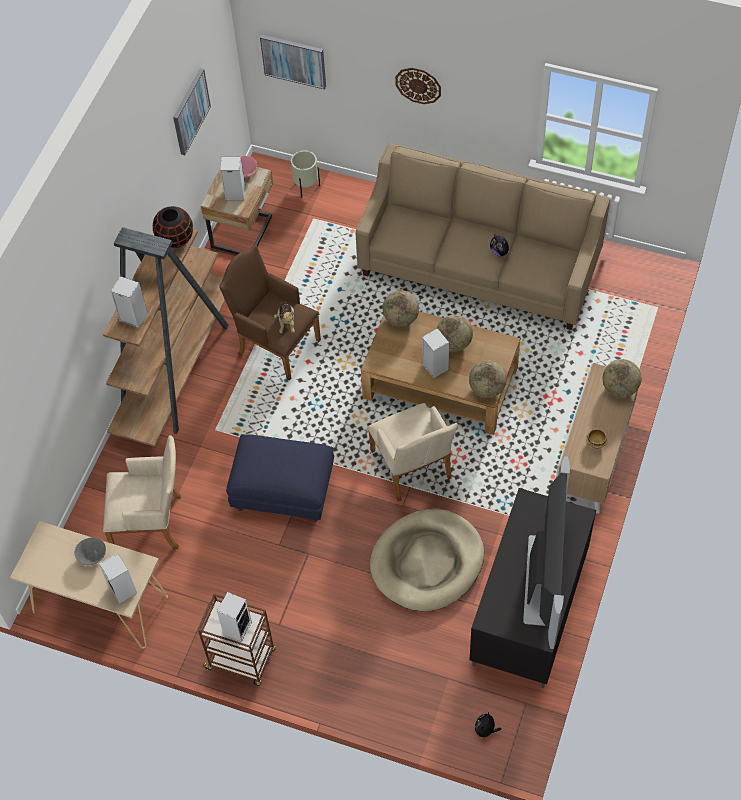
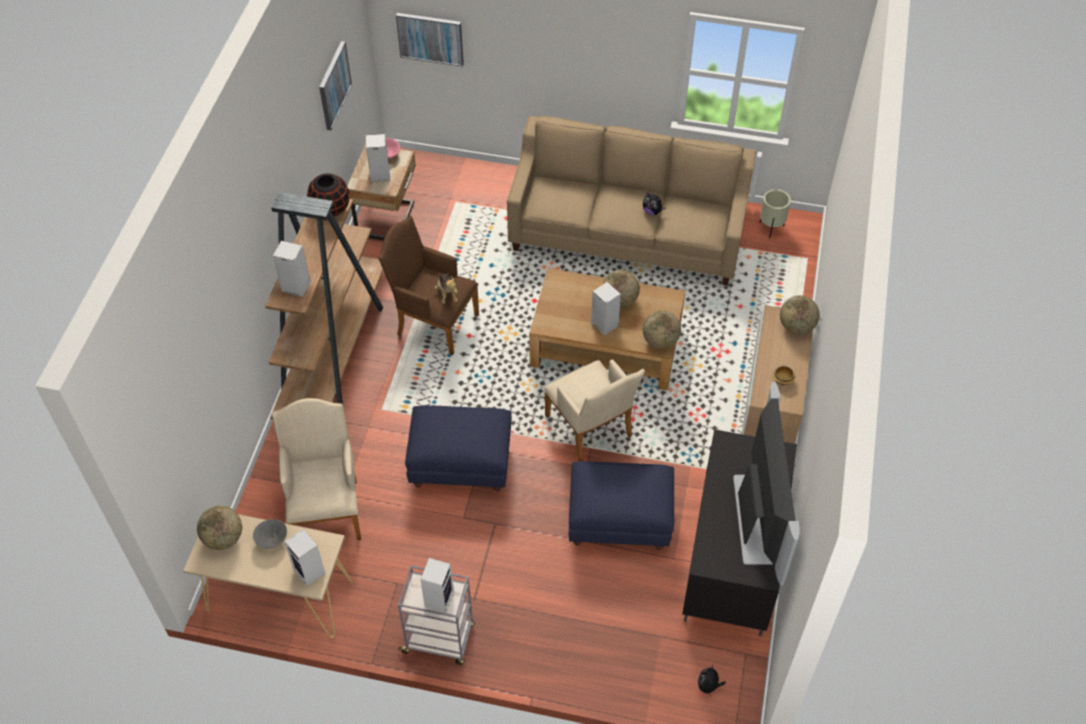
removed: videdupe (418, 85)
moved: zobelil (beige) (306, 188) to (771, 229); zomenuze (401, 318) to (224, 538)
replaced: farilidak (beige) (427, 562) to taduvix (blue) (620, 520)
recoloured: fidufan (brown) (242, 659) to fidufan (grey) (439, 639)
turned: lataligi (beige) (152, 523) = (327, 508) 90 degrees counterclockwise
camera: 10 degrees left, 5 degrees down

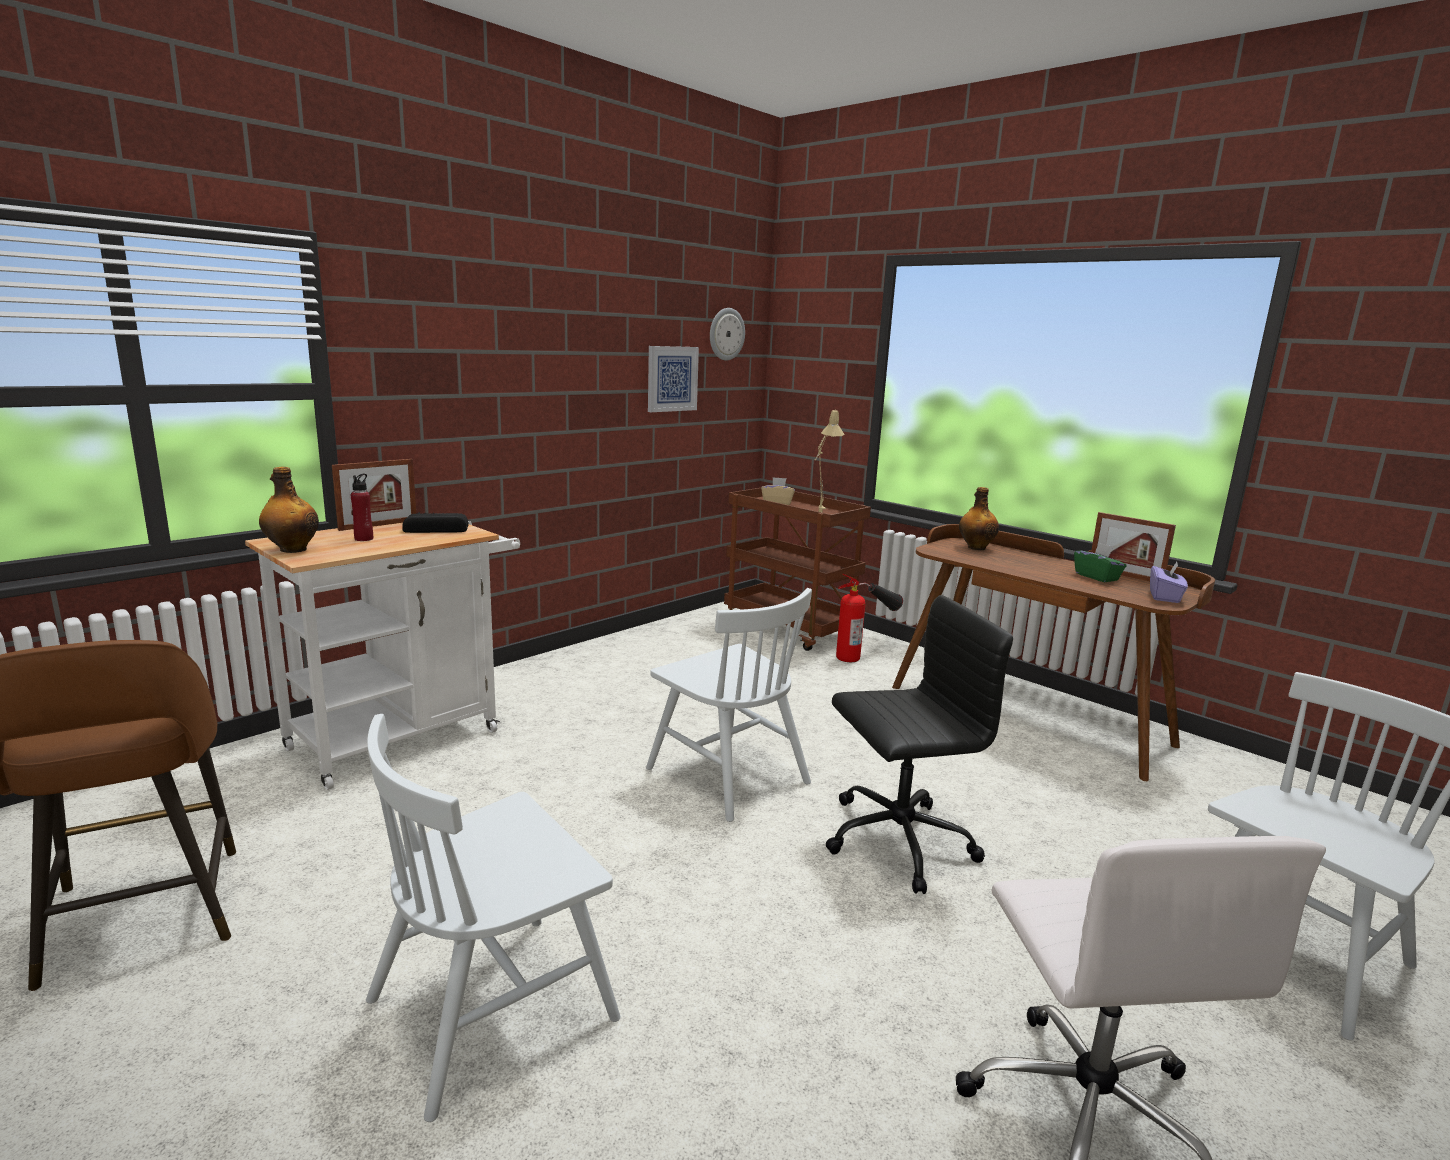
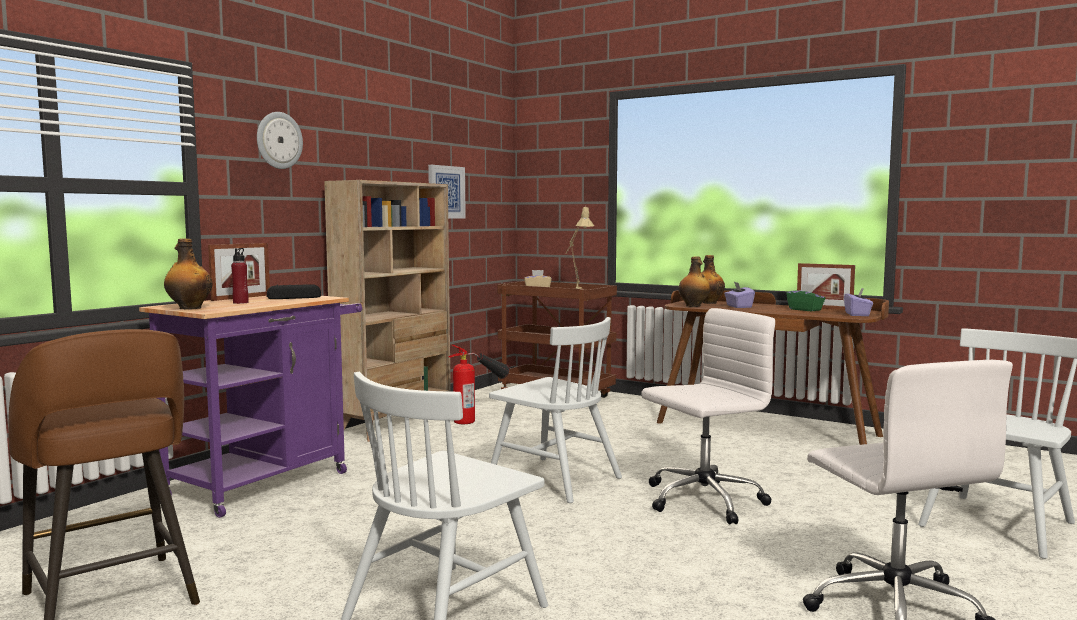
added: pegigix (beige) (395, 424); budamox (693, 306); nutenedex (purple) (738, 306)
moved: videdupe (726, 334) to (278, 140); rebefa (864, 653) to (479, 418)
recoloured: fidufan (white) (406, 735) to fidufan (purple) (267, 481); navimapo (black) (895, 841) to navimapo (white) (702, 501)
camera: 10 degrees left, 10 degrees down

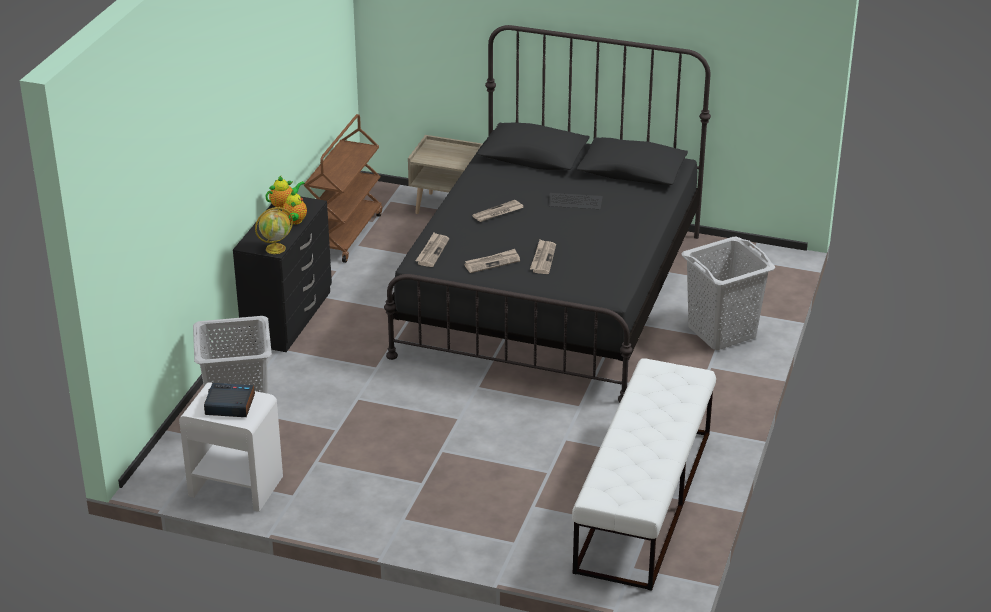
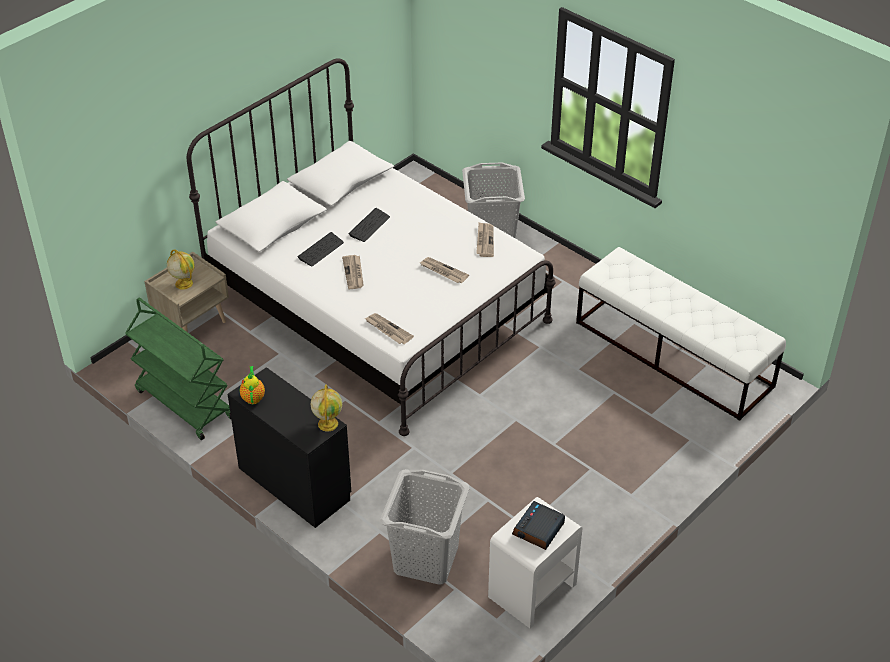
removed: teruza (295, 221)
added: zomenuze (183, 283); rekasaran (321, 250)
moved: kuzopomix (492, 262) to (484, 241)
recoloured: fidufan (brown) (344, 234) to fidufan (green) (183, 404); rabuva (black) (552, 294) to rabuva (white) (377, 308)
camera: 65 degrees left, 10 degrees up

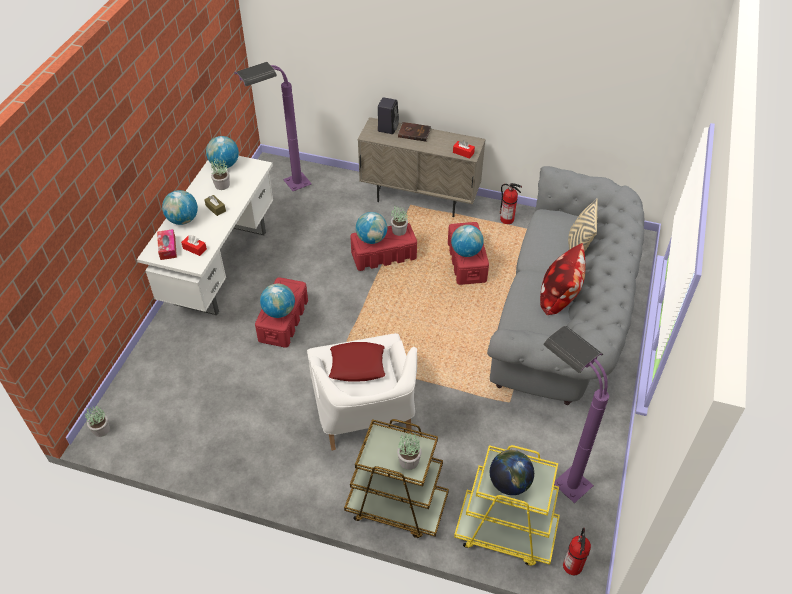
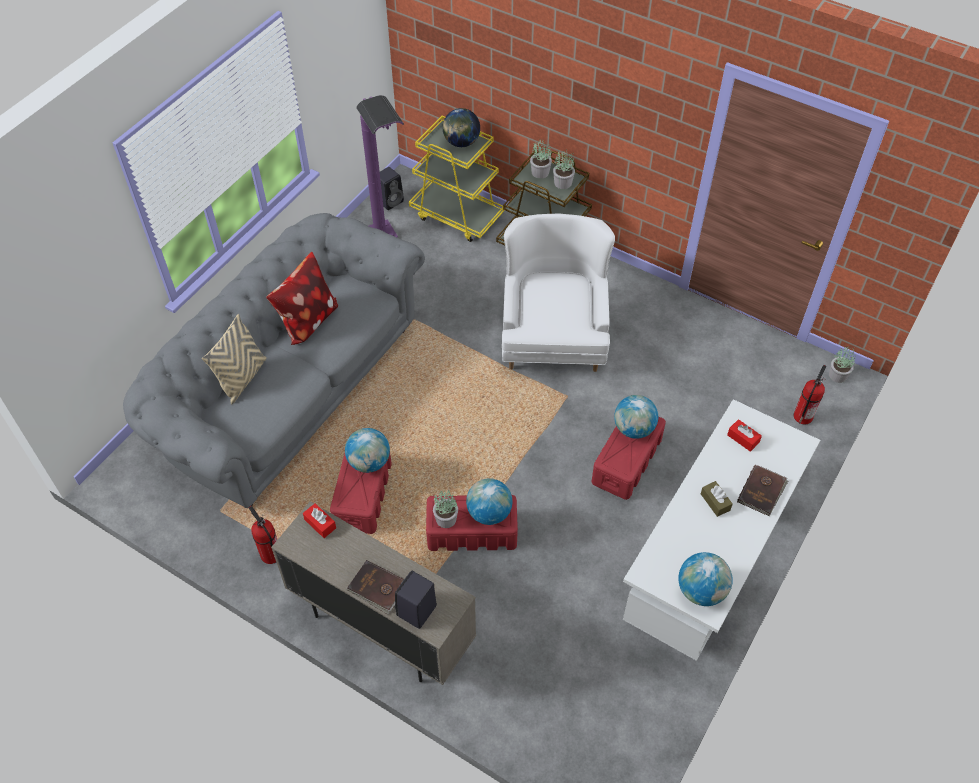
removed: nutenedex (167, 248); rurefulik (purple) (284, 189); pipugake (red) (357, 365)
added: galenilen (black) (390, 200)
moved: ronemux (222, 185) to (563, 182); rebefa (573, 566) to (803, 416)
replaced: zomenuze (183, 220) to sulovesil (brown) (762, 491)
camera: 165 degrees left, 5 degrees up

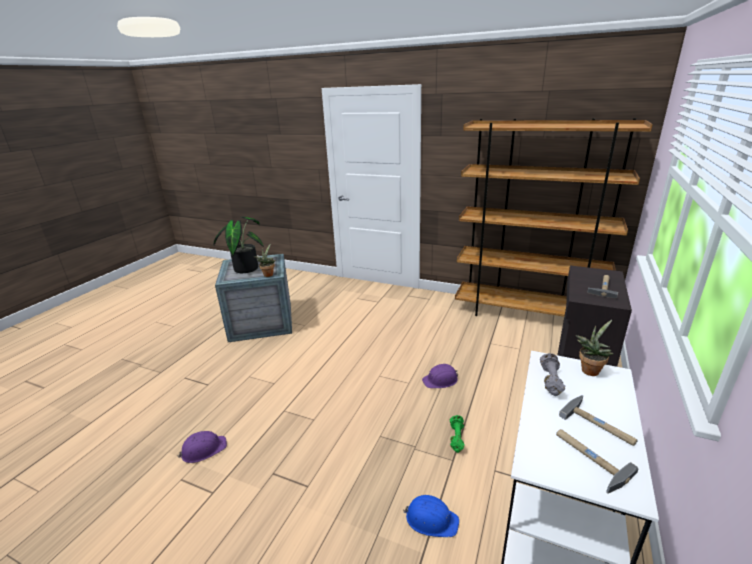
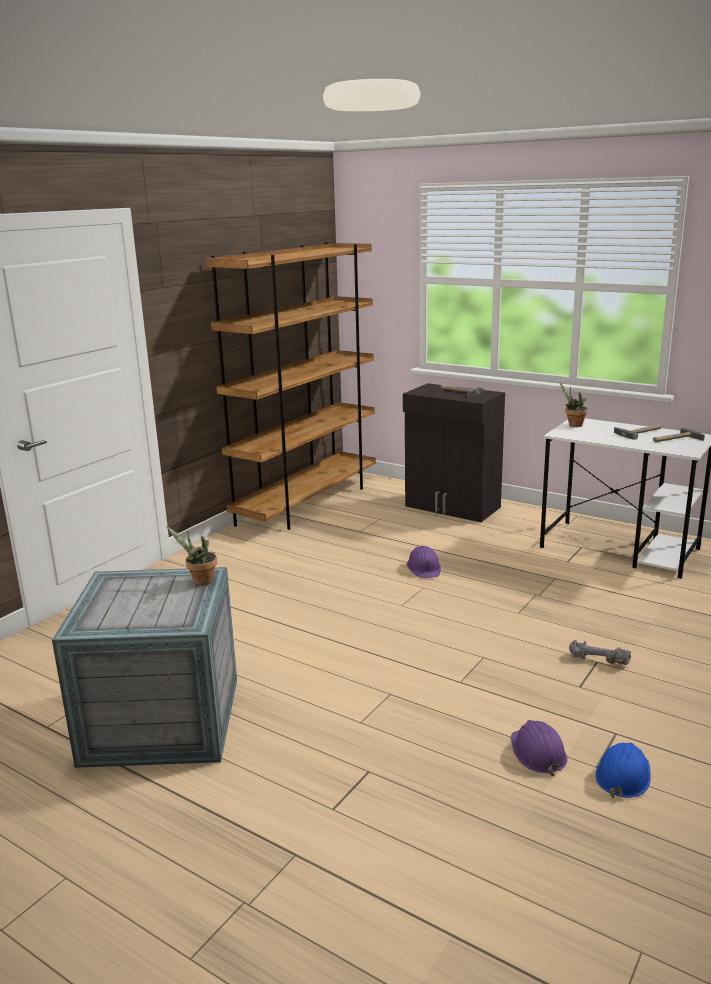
removed: ronemux (244, 268); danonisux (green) (456, 437)
moved: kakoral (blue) (431, 519) to (623, 775); danonisux (grey) (550, 380) to (598, 661)
camera: 80 degrees left, 5 degrees down

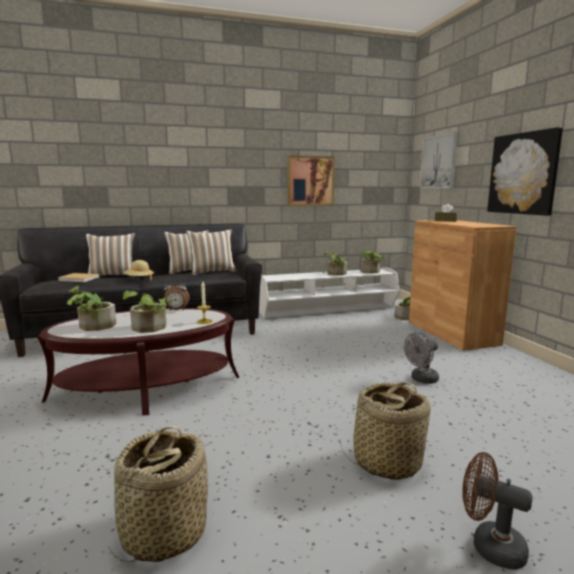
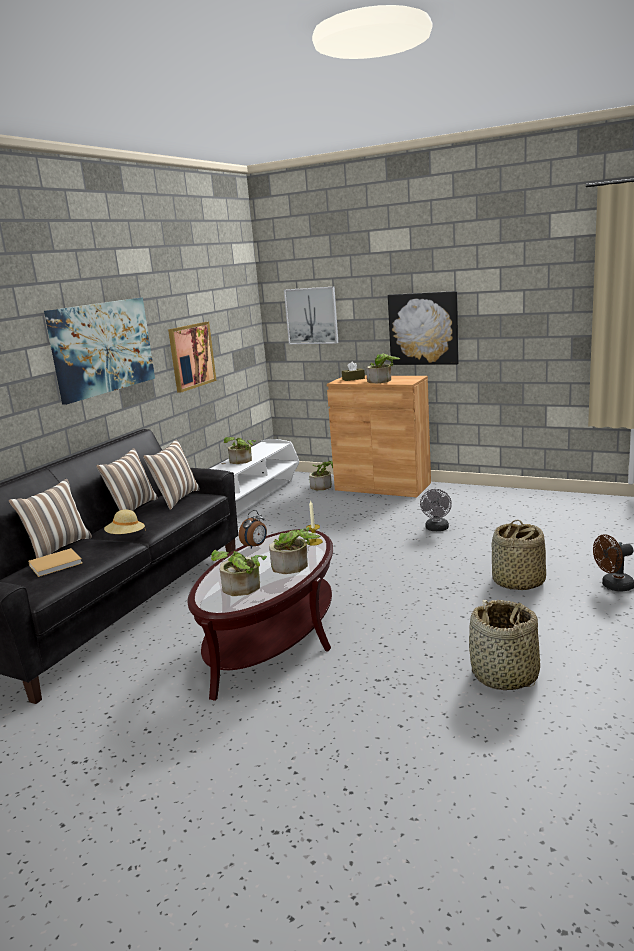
added: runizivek (102, 347)
moved: ronemux (371, 272) to (382, 381)
camera: 45 degrees left, 5 degrees up

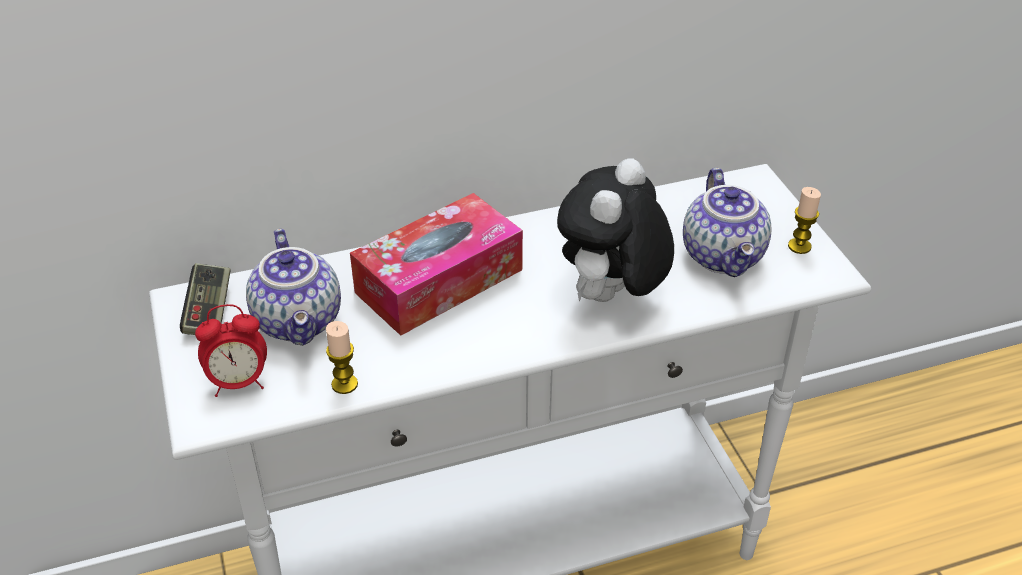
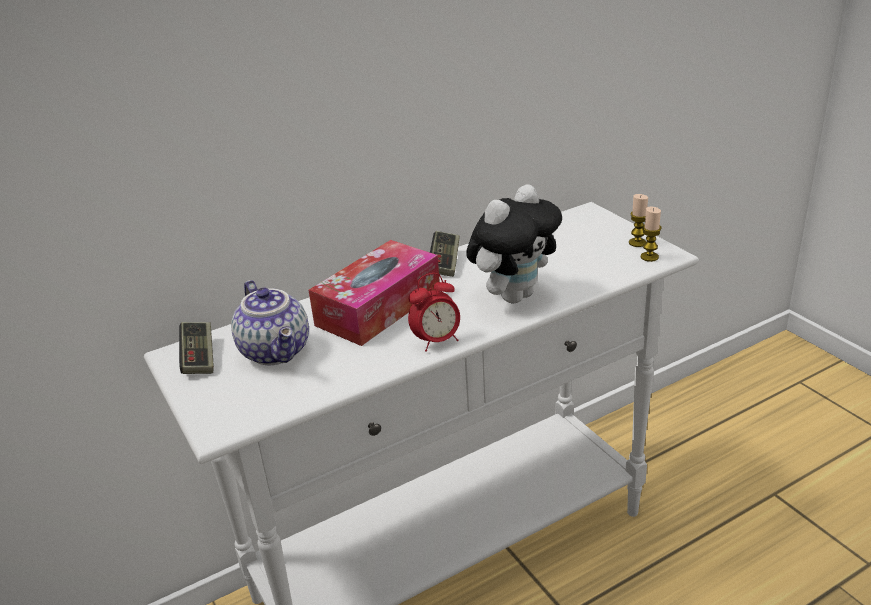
removed: teruza (725, 256)
added: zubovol (445, 263)
moved: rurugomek (239, 383) to (437, 341); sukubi (344, 384) to (649, 257)
turned: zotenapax (611, 298) = (514, 295) 150 degrees counterclockwise
camera: 10 degrees left, 10 degrees down

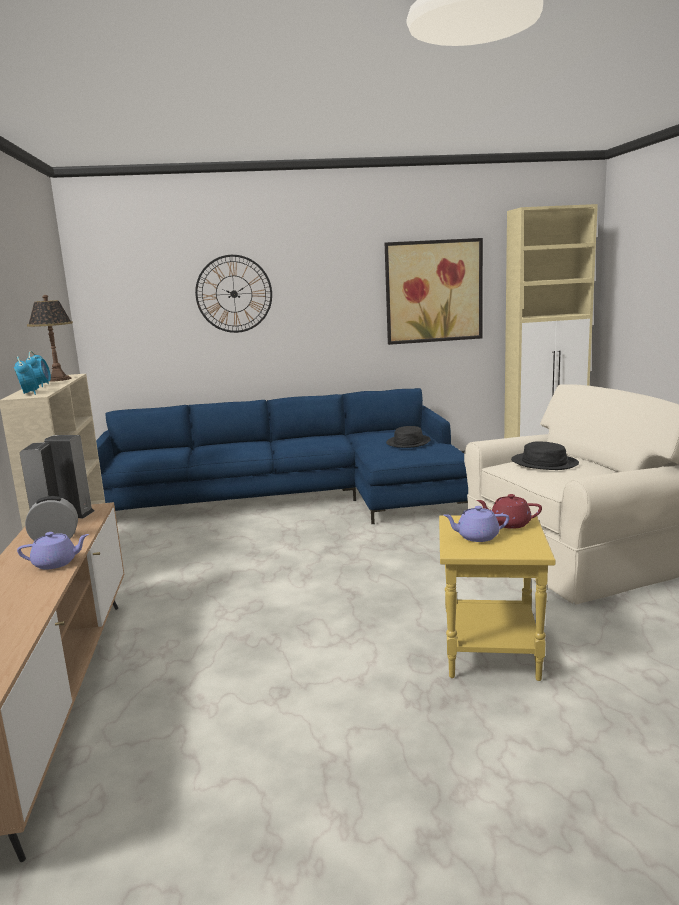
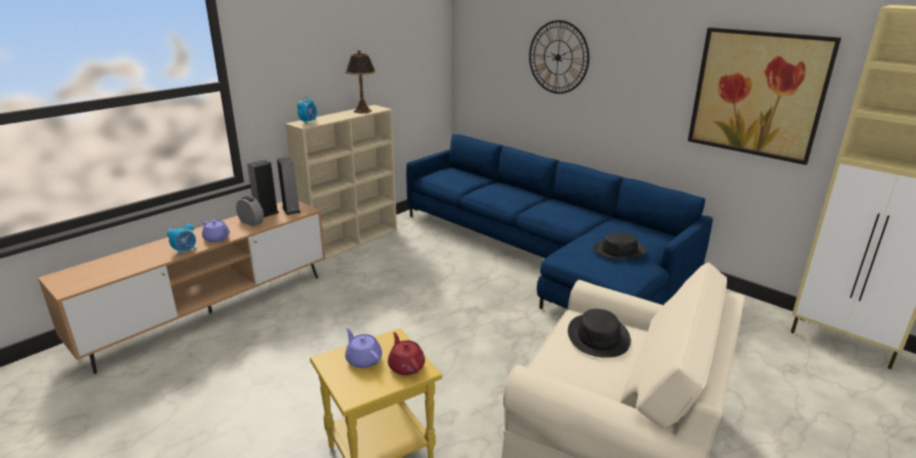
moved: rurugomek (41, 385) to (185, 251)
camera: 50 degrees right, 10 degrees up

